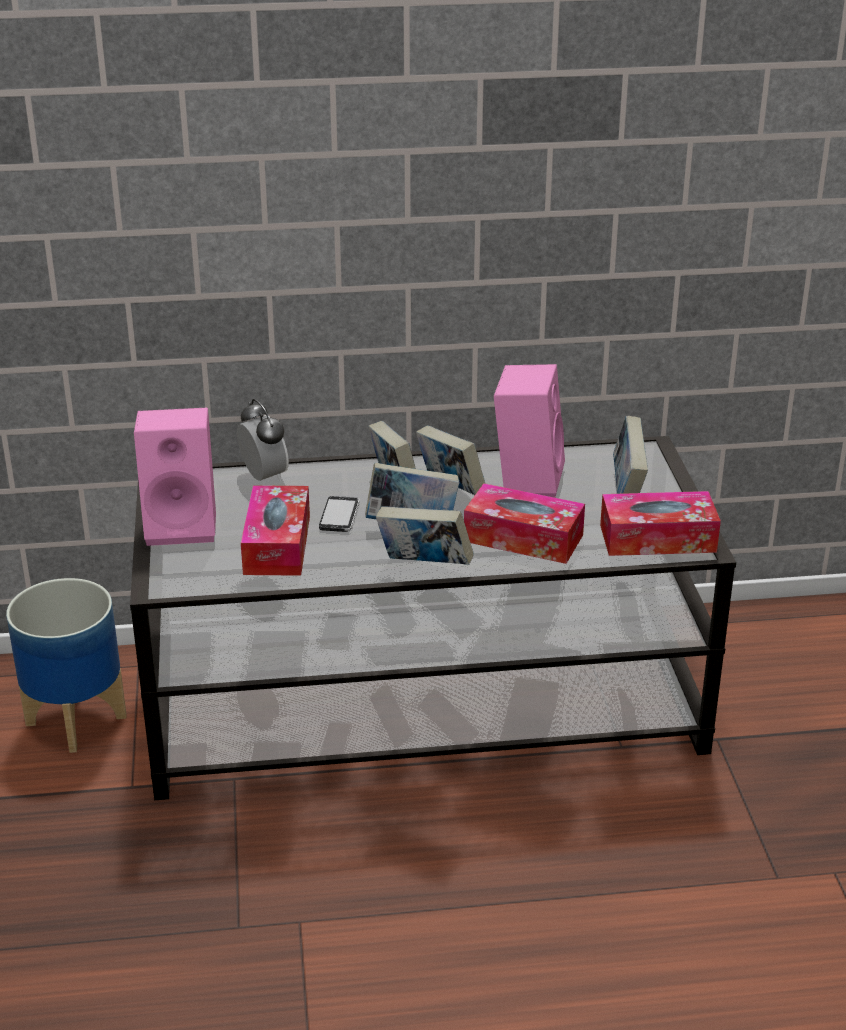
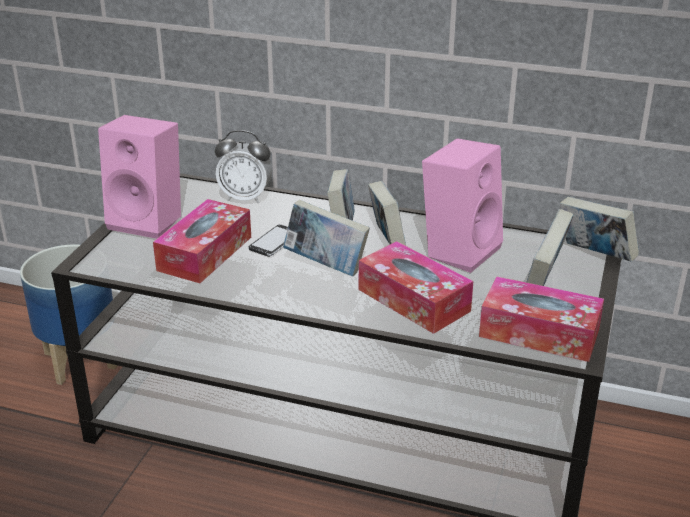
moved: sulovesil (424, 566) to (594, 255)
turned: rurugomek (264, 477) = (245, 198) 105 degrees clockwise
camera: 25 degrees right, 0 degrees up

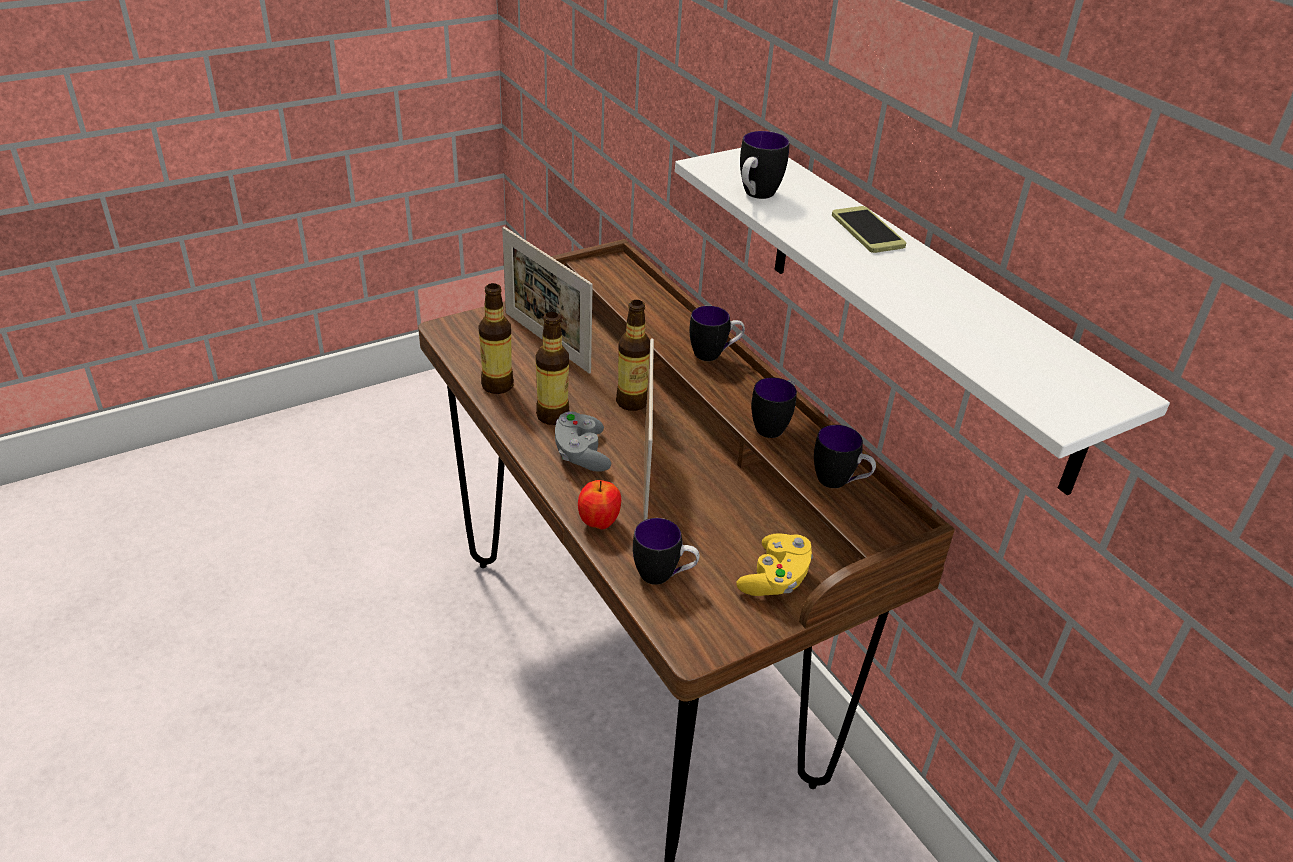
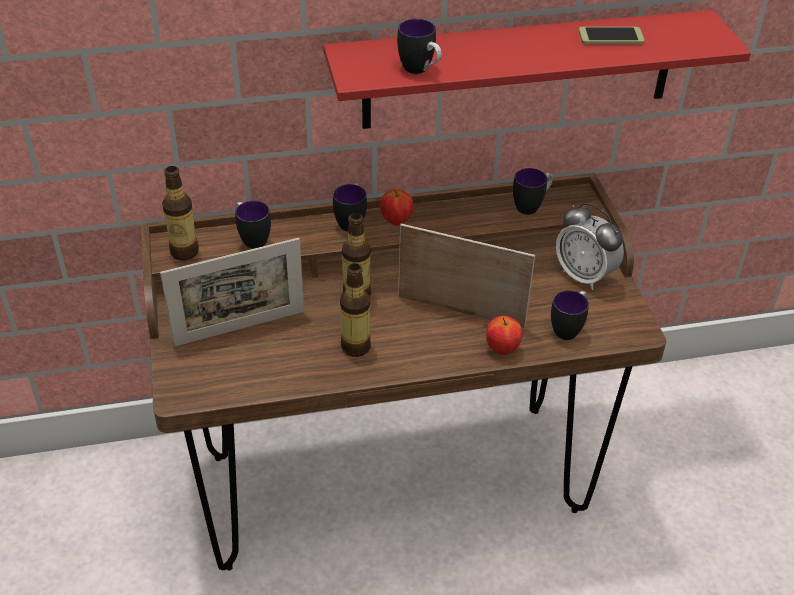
removed: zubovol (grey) (581, 454)
added: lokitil (396, 221)
moved: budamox (497, 385) to (184, 252); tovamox (773, 426) to (252, 239); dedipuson (867, 231) to (610, 37)
replaced: zubovol (yellow) (775, 579) to rurugomek (584, 276)
recoloured: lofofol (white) (917, 309) to lofofol (red) (519, 70)
camera: 70 degrees left, 5 degrees up

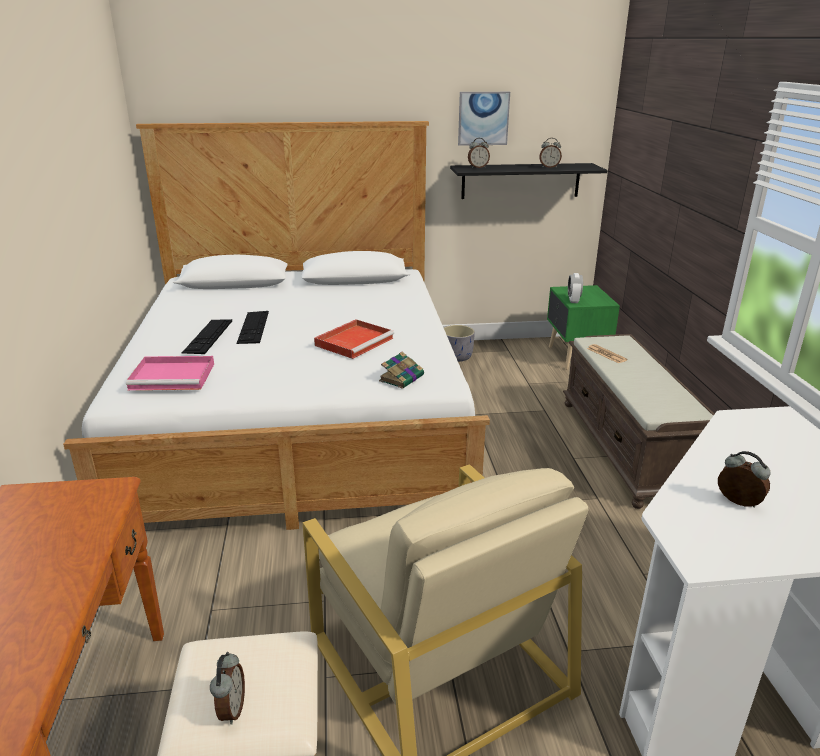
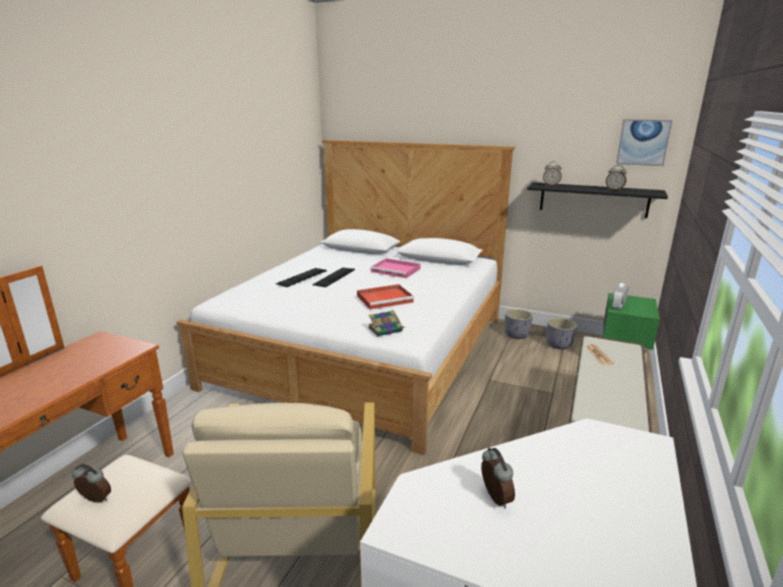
added: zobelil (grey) (559, 345)
moved: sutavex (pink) (174, 376) to (396, 270); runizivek (483, 118) to (643, 142)
turned: rurugomek (231, 709) = (95, 500) 105 degrees counterclockwise
camera: 30 degrees right, 5 degrees down

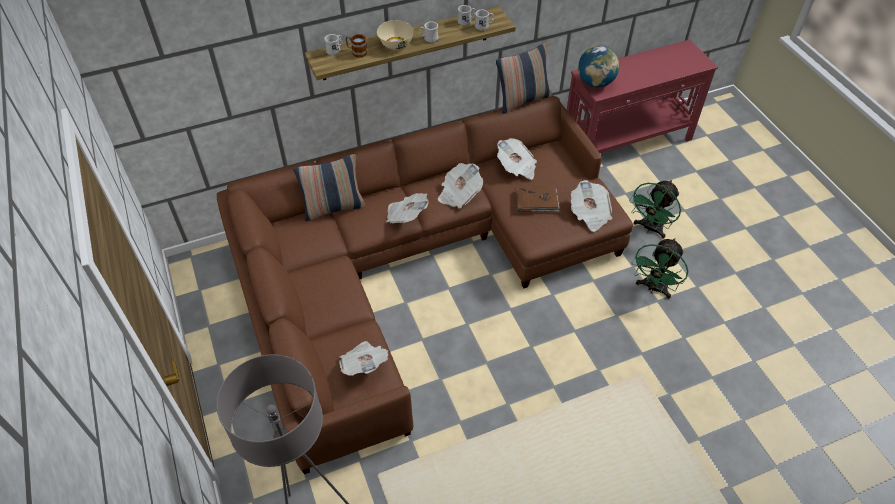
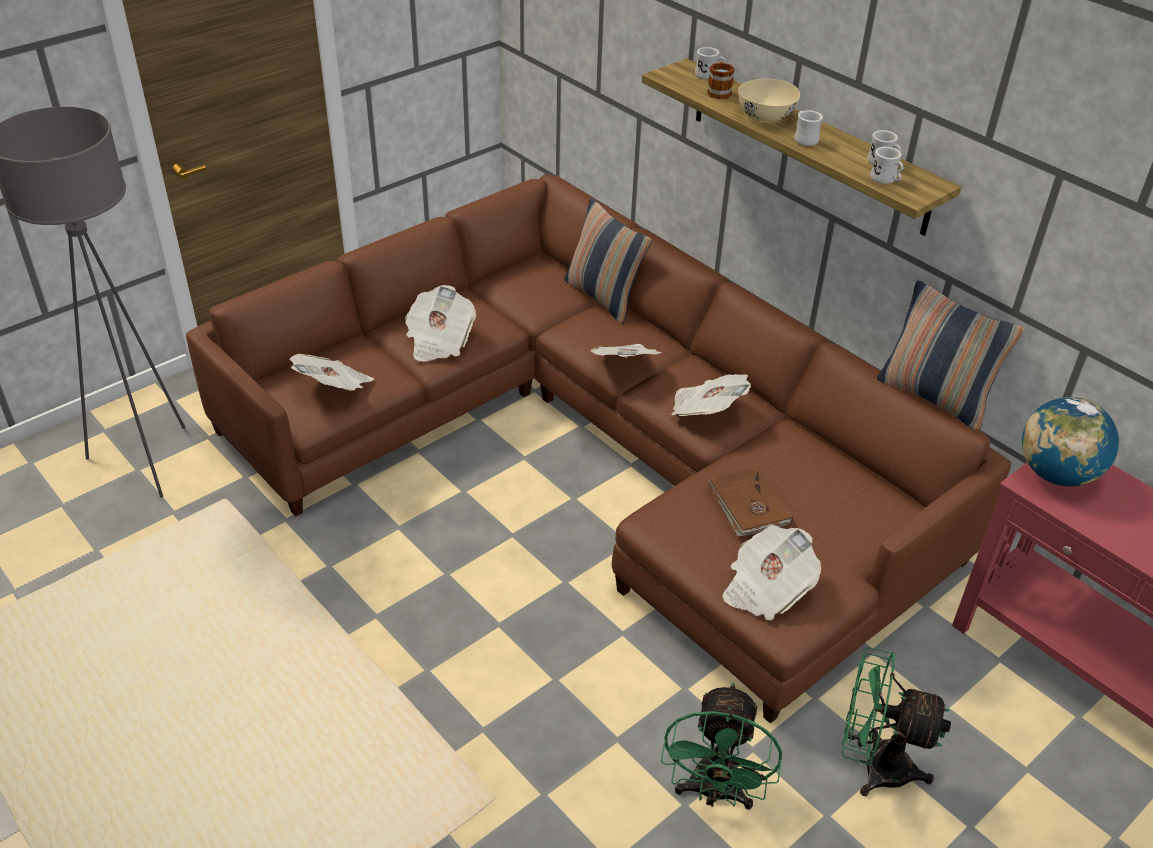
moved: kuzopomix (516, 167) to (439, 341)
turned: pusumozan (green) (653, 288) = (714, 793) 90 degrees counterclockwise
camera: 70 degrees right, 10 degrees down

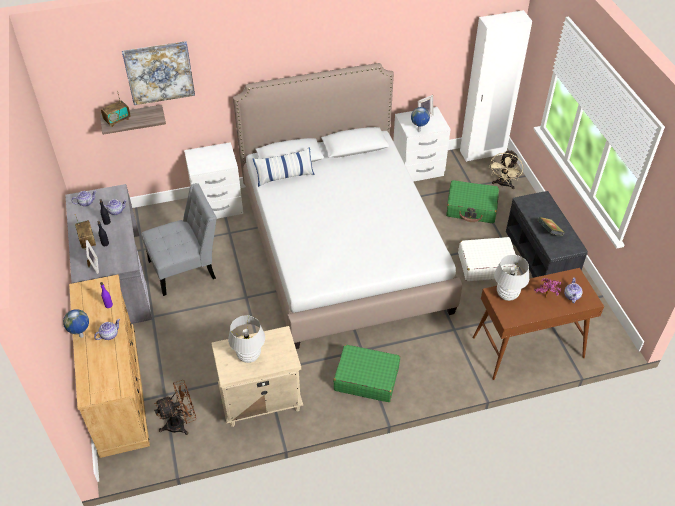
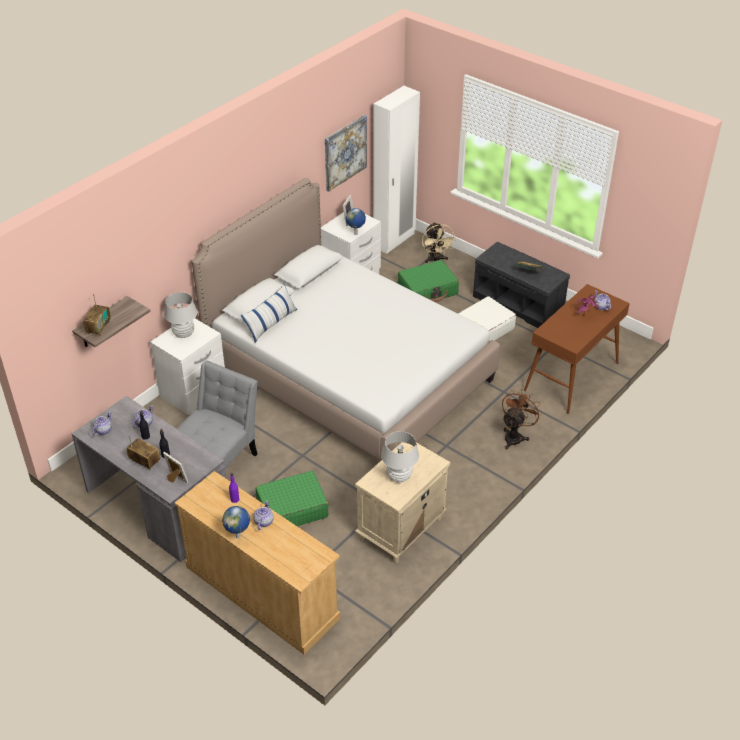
moved: runizivek (159, 72) to (345, 152); pusumozan (brown) (181, 423) to (515, 436); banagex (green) (366, 378) to (292, 509); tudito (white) (507, 295) to (183, 334)
camera: 35 degrees left, 5 degrees down

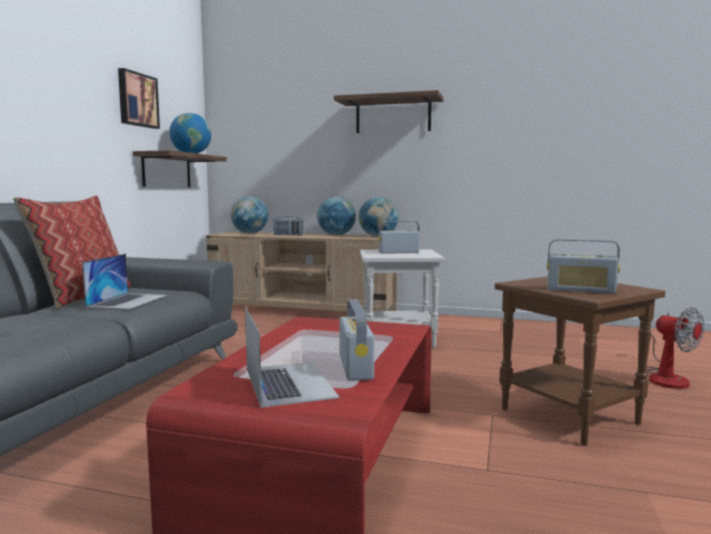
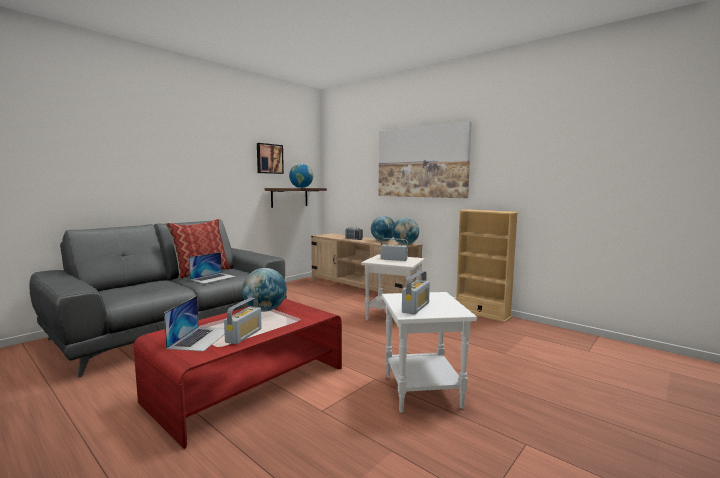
removed: pusumozan (665, 377)
added: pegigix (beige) (482, 314)
moved: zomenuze (249, 233) to (265, 310)
replaced: lofofol (393, 115) to runizivek (421, 162)
recoloured: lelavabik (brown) (571, 416) to lelavabik (white) (423, 391)
turned: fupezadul (580, 290) = (415, 307) 105 degrees counterclockwise
camera: 25 degrees right, 0 degrees up

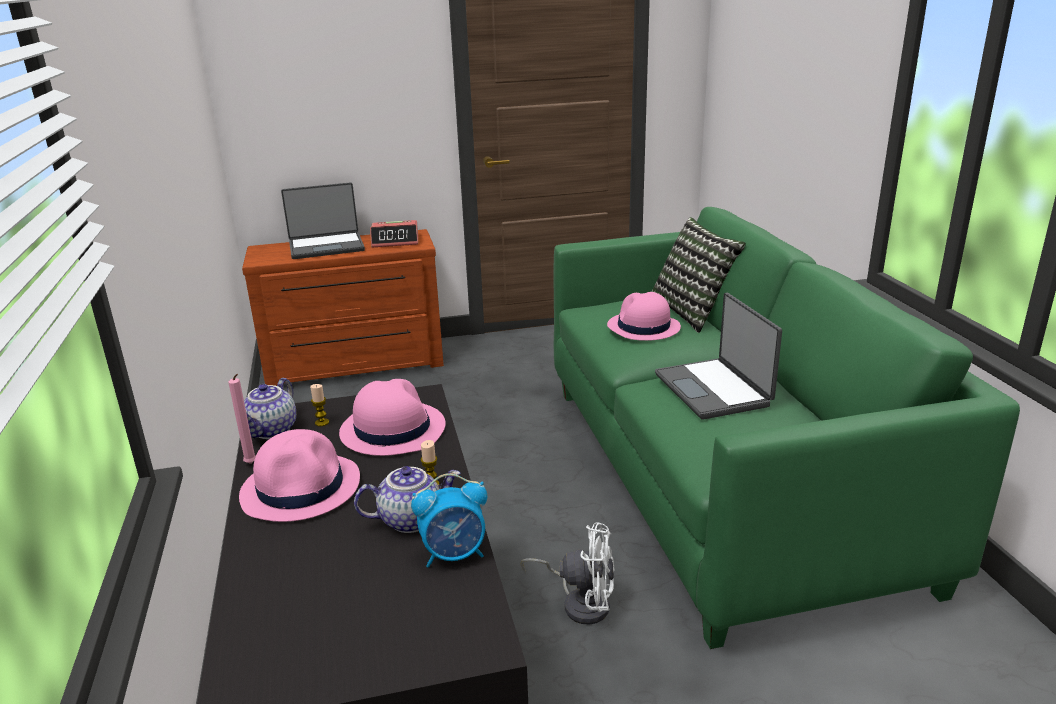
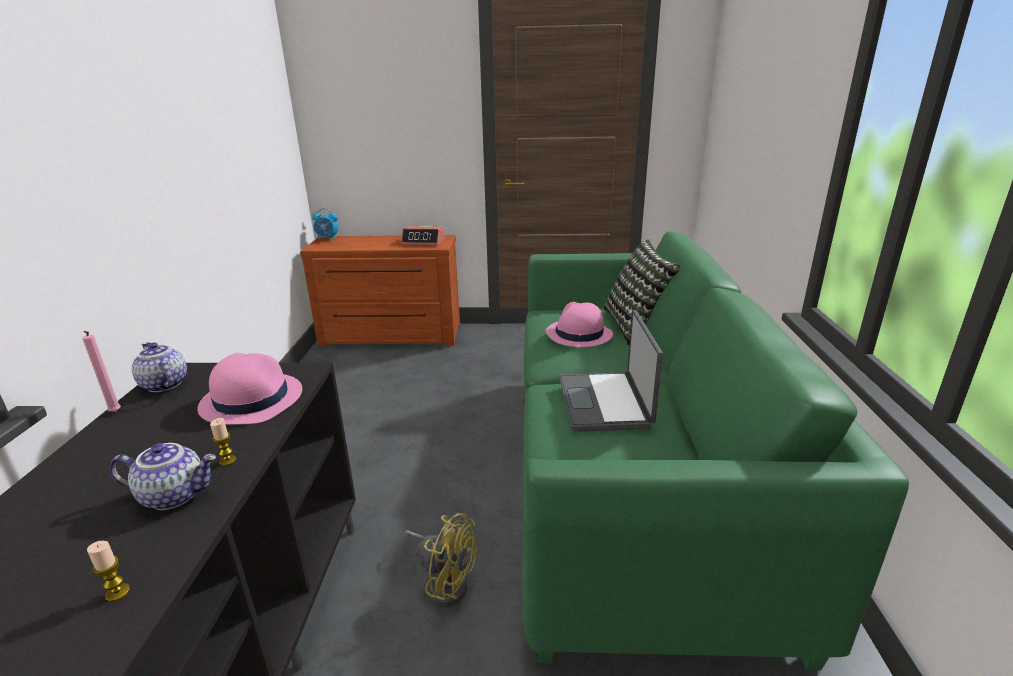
removed: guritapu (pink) (302, 488); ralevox (326, 247)
moved: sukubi (322, 422) to (118, 593); rurugomek (454, 555) to (327, 239)
recoloured: pusumozan (white) (580, 602) to pusumozan (yellow) (444, 582)
turned: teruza (273, 431) = (163, 385) 105 degrees clockwise
camera: 15 degrees right, 0 degrees up

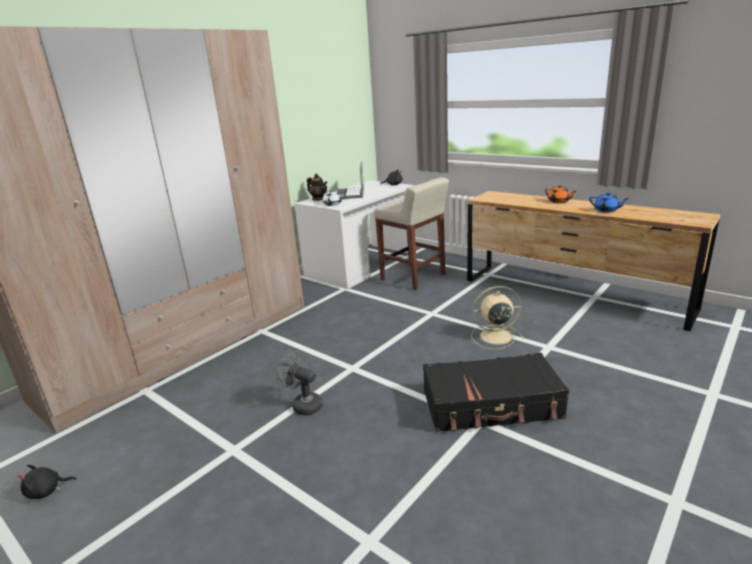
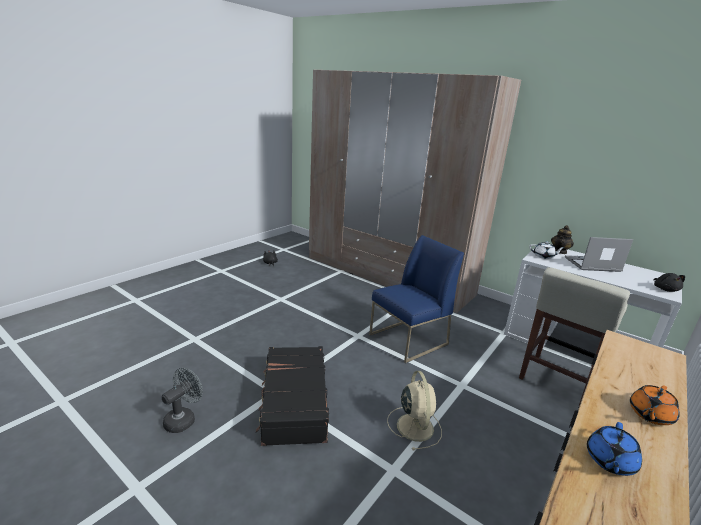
added: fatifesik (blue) (408, 340)
moved: pusumozan (grey) (303, 405) to (183, 419)
camera: 85 degrees right, 0 degrees up

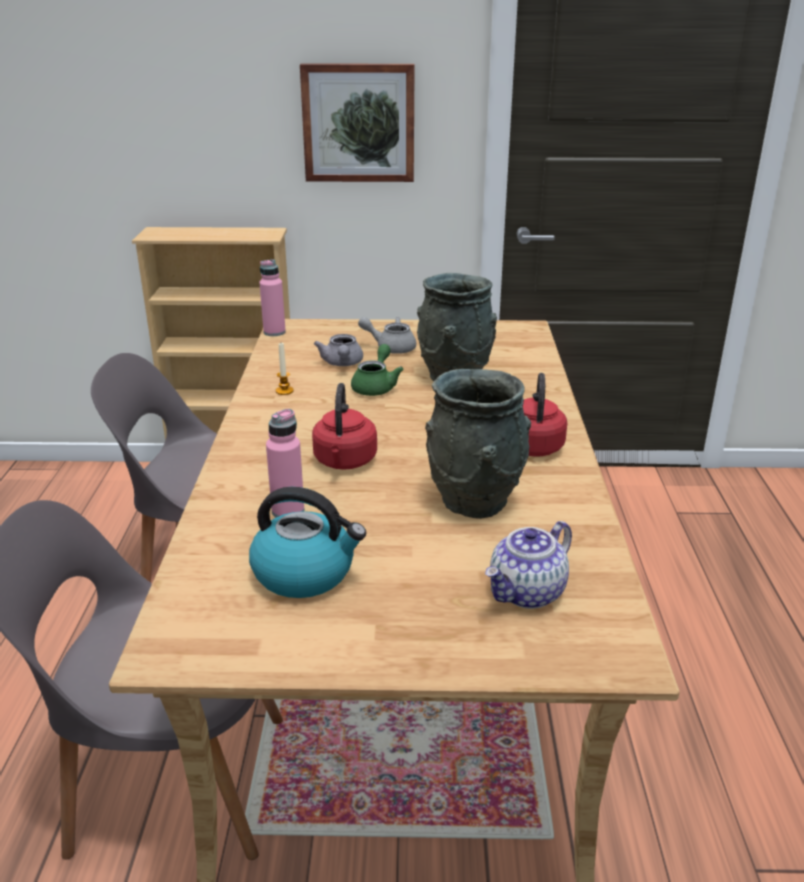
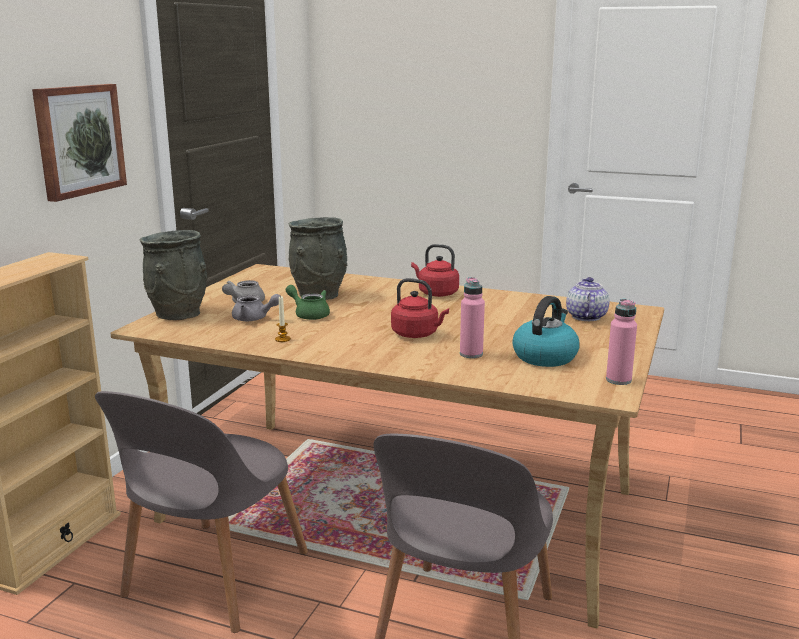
moved: budamox (pink) (274, 332) to (618, 380); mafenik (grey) (475, 500) to (179, 314)
turned: teruza (527, 593) = (585, 317) 150 degrees counterclockwise
camera: 70 degrees left, 10 degrees down

